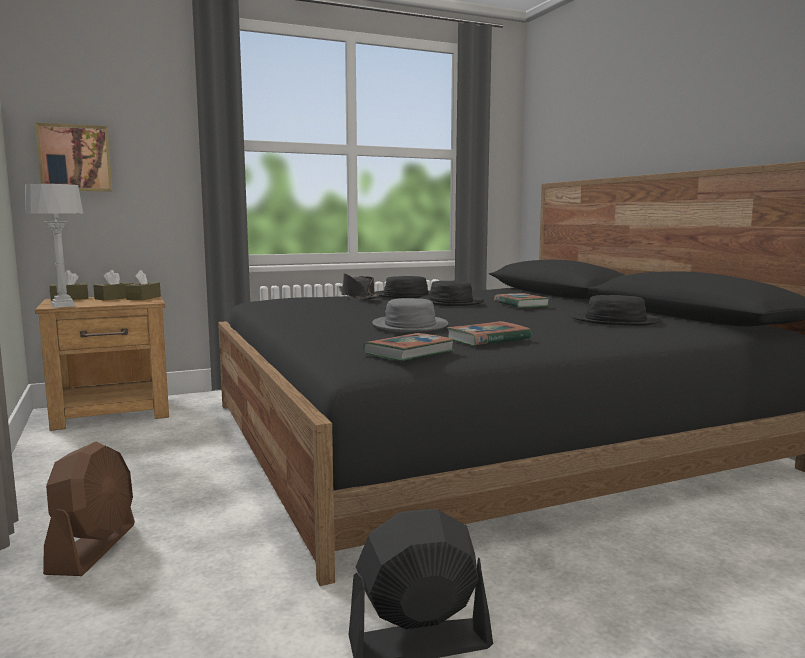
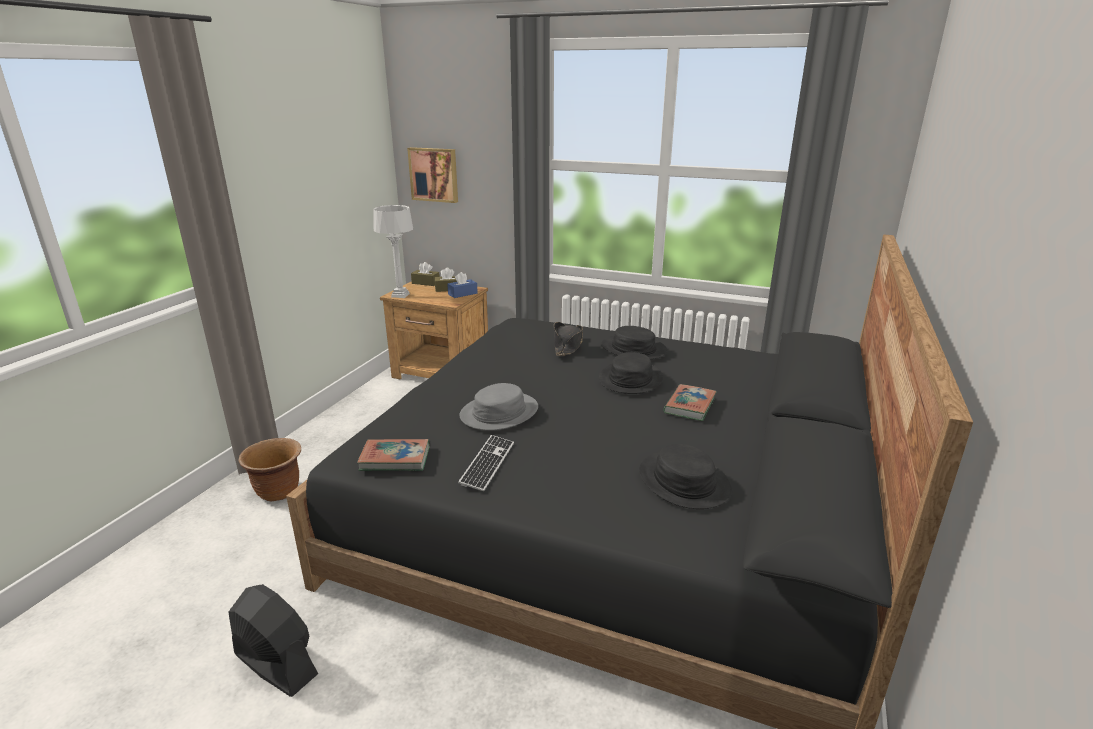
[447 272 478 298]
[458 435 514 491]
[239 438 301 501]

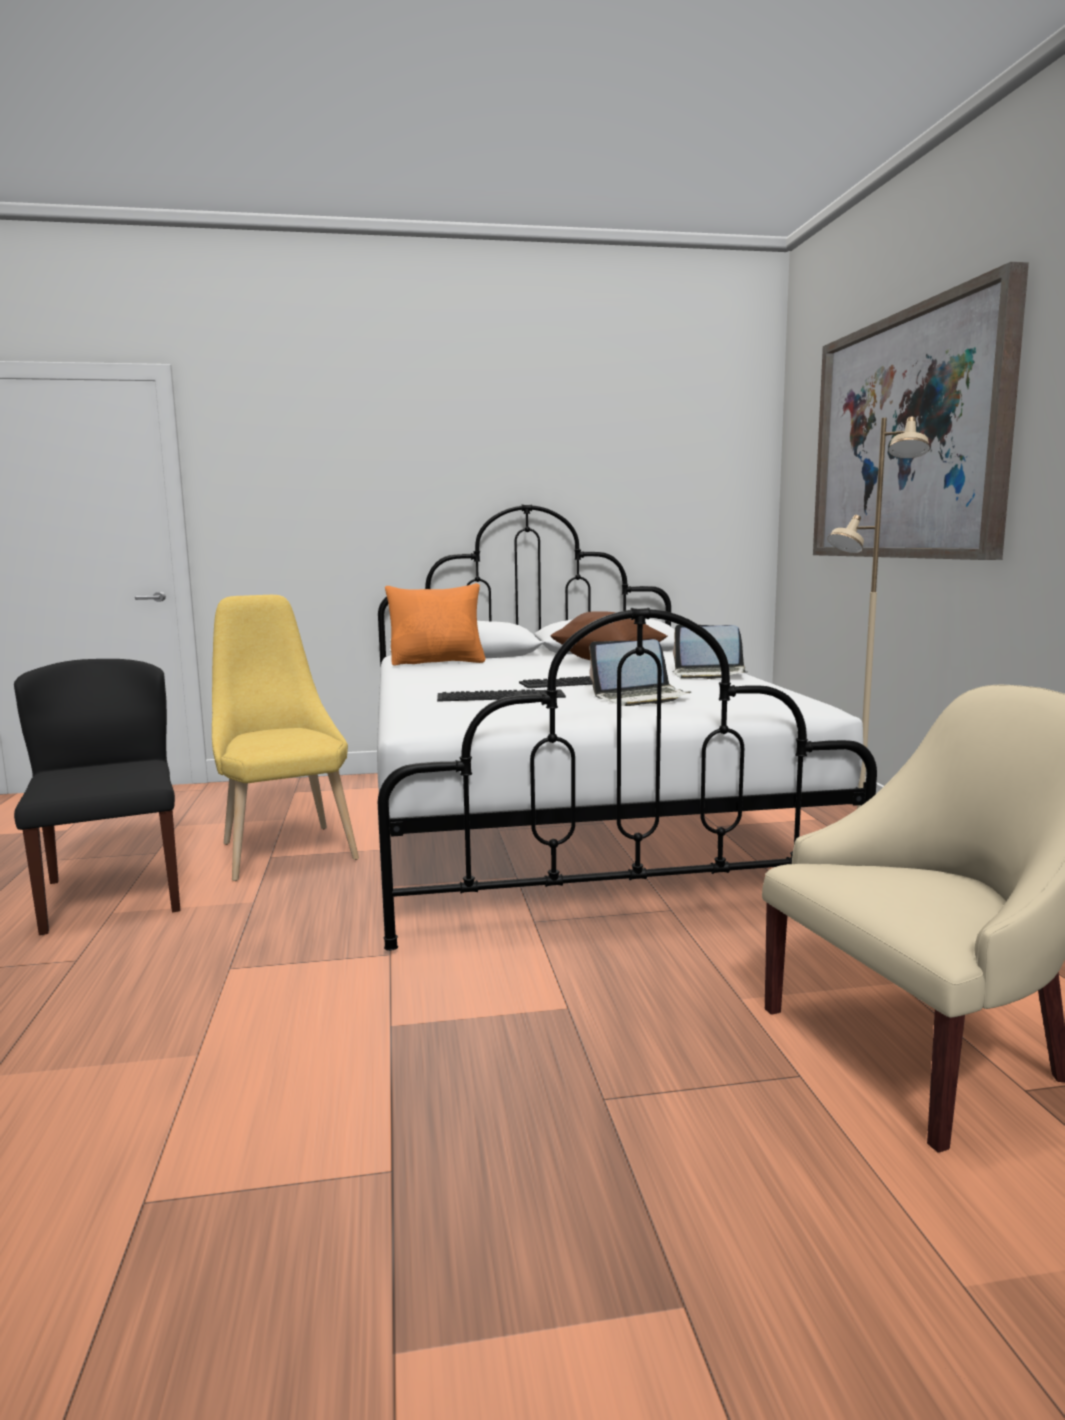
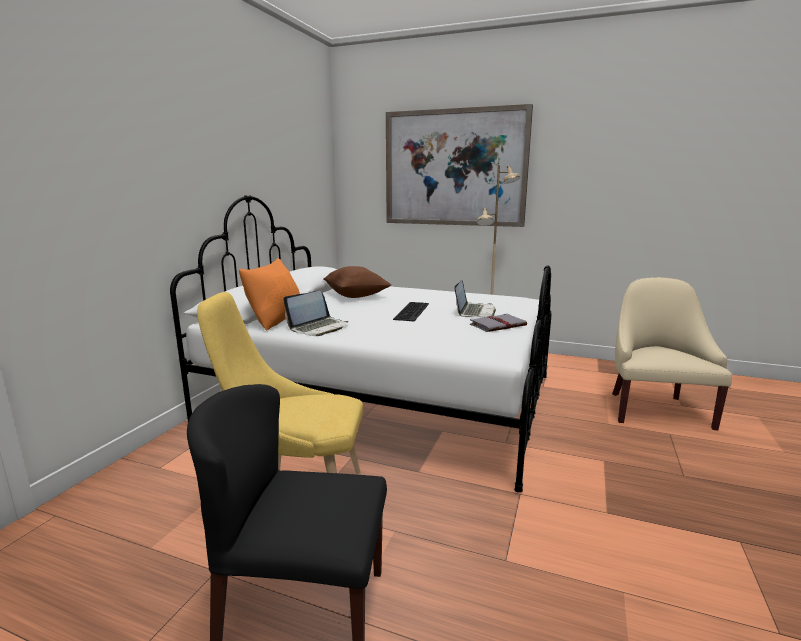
[283 291 348 336]
[437 689 566 702] (first image)
[470 313 527 332]

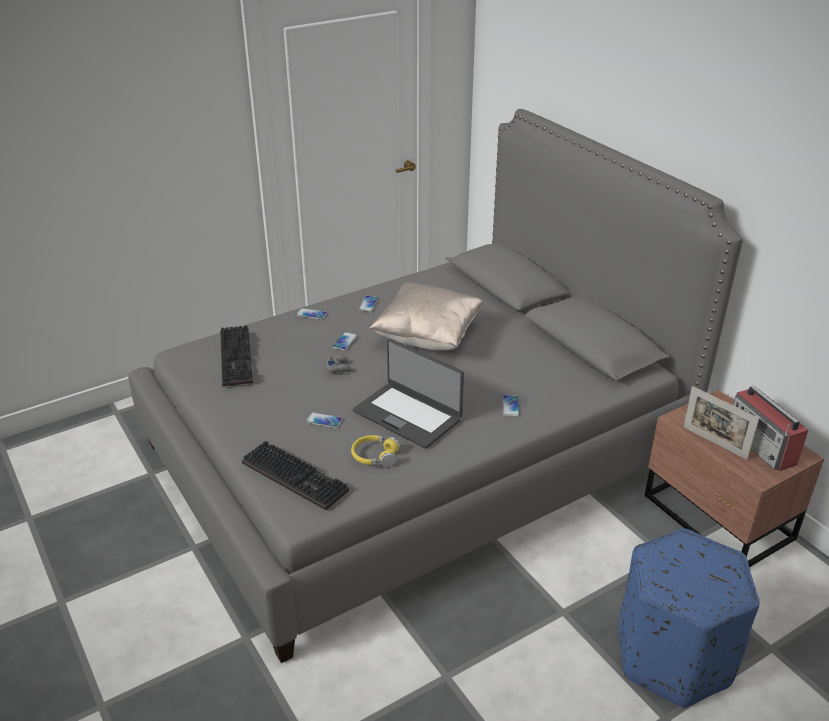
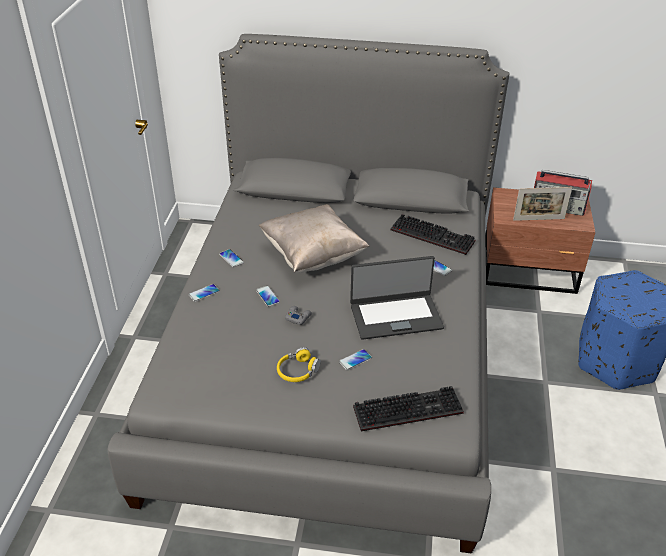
[391 214 475 255]
[277 347 321 382]

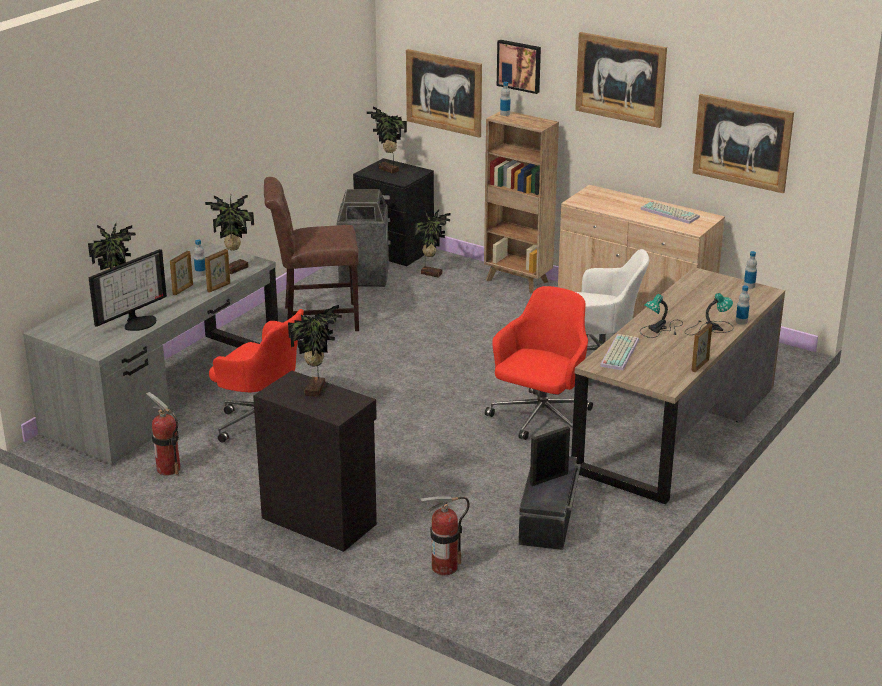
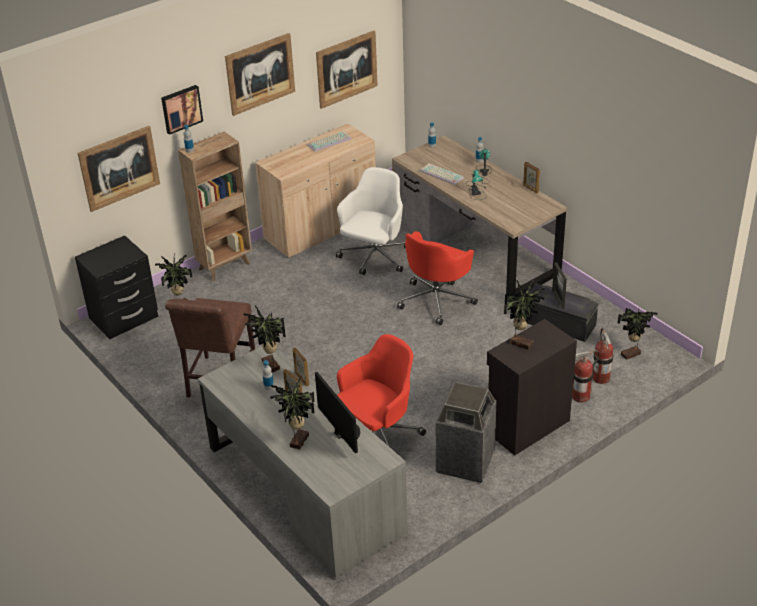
[618 308 657 360]
[435 382 496 483]
[397 231 478 325]
[420 163 464 185]
[572 350 600 403]

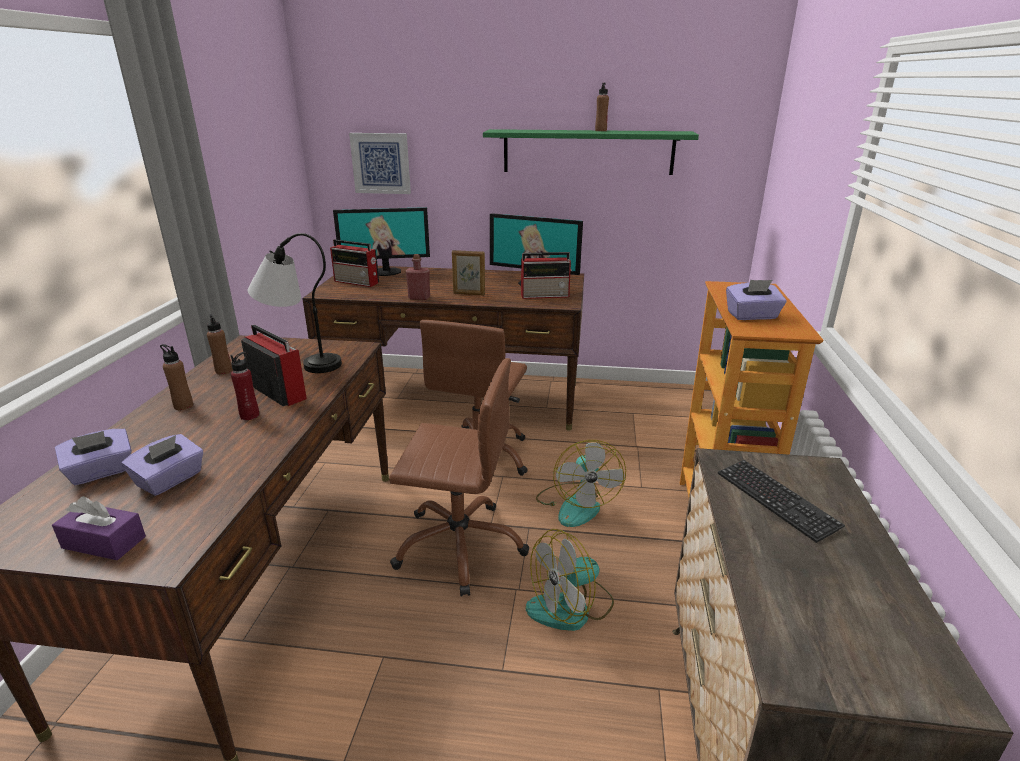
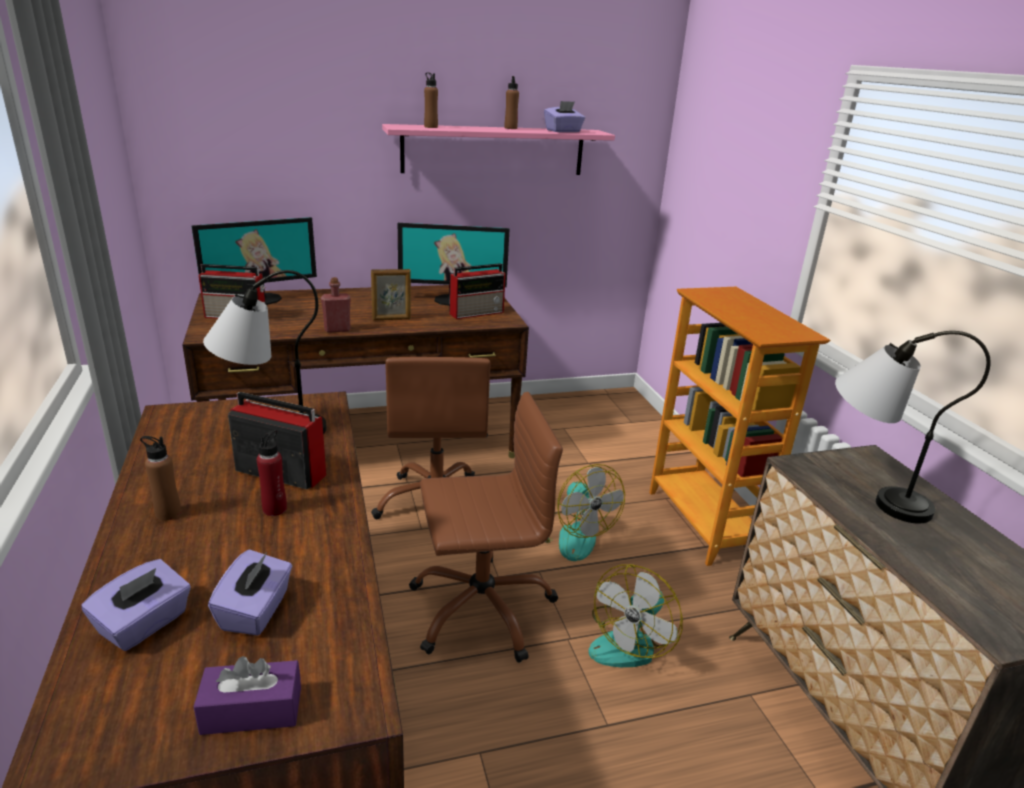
[382 124 615 175]
[349 133 411 194] (first image)
[544 101 585 132]
[424 72 438 128]
[835 331 991 523]

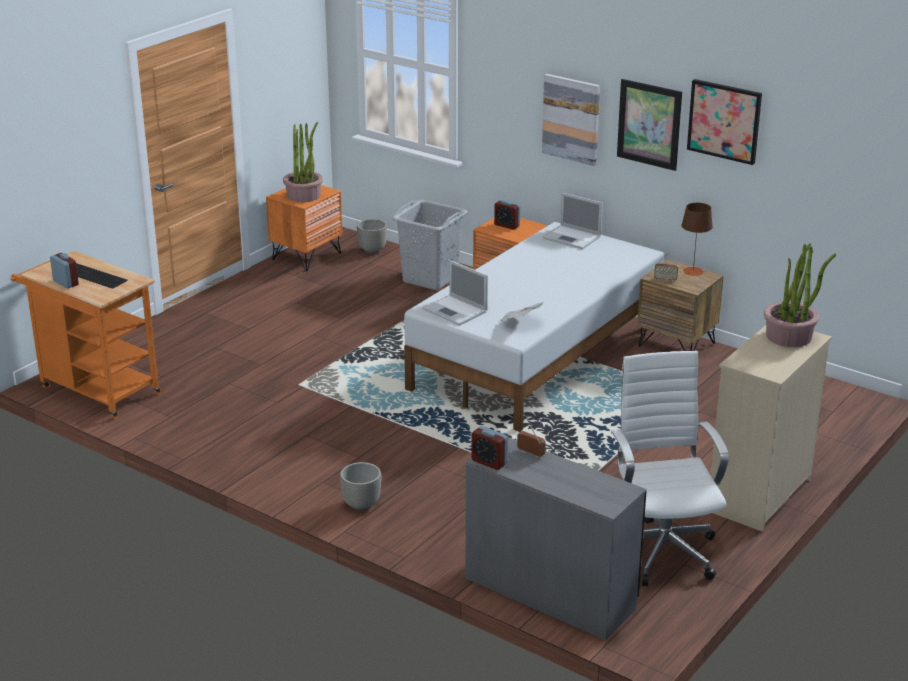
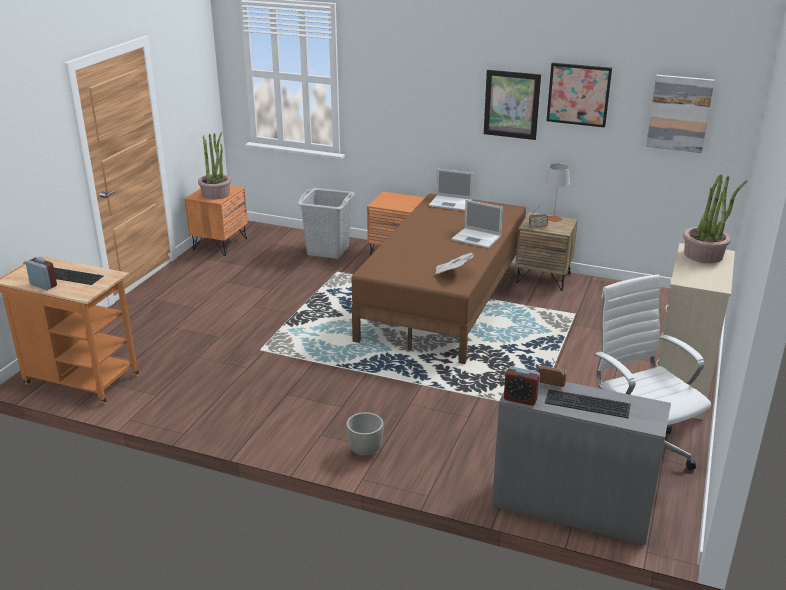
[646 75 715 153]
[494 200 520 230] (first image)
[545 163 570 222]
[357 219 387 253] (first image)
[352 193 526 364]
[451 200 503 248]
[545 389 631 419]

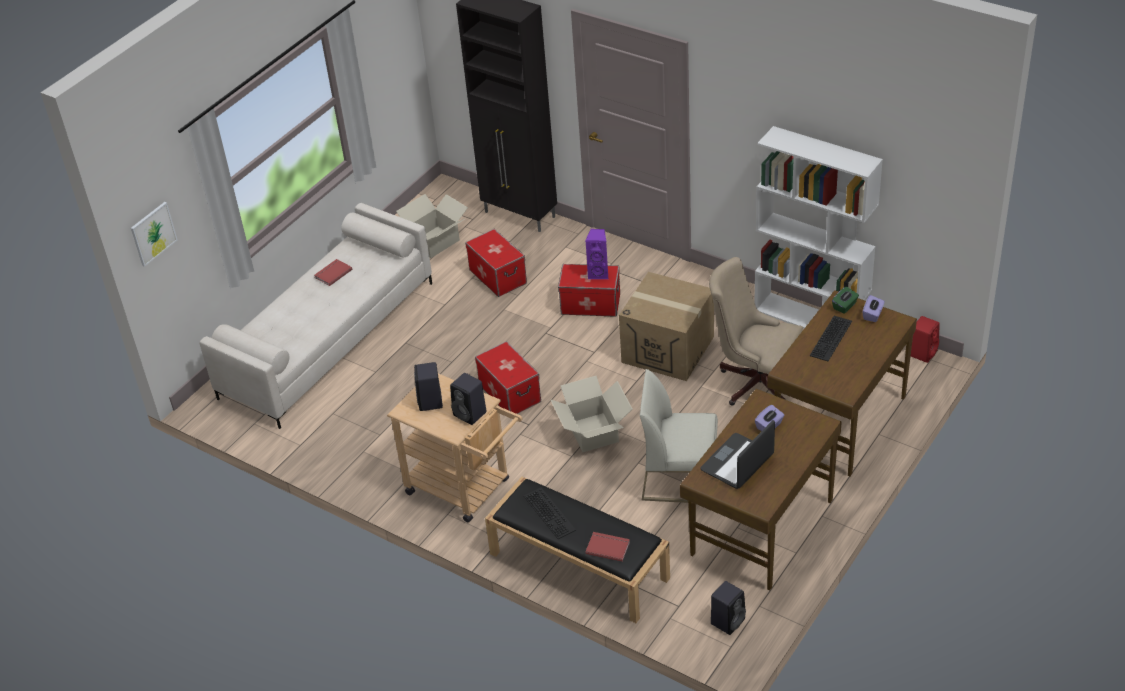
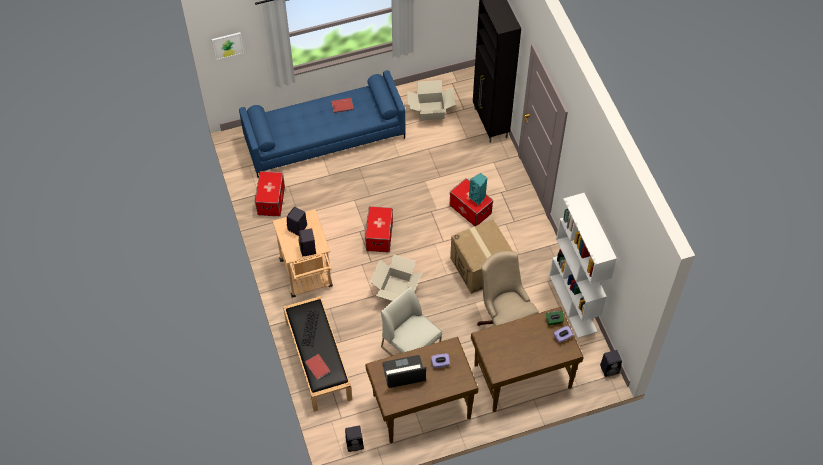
[239 70 406 178]
[255 171 285 216]
[469 173 487 205]
[810 316 852 361] (first image)
[600 350 622 377]

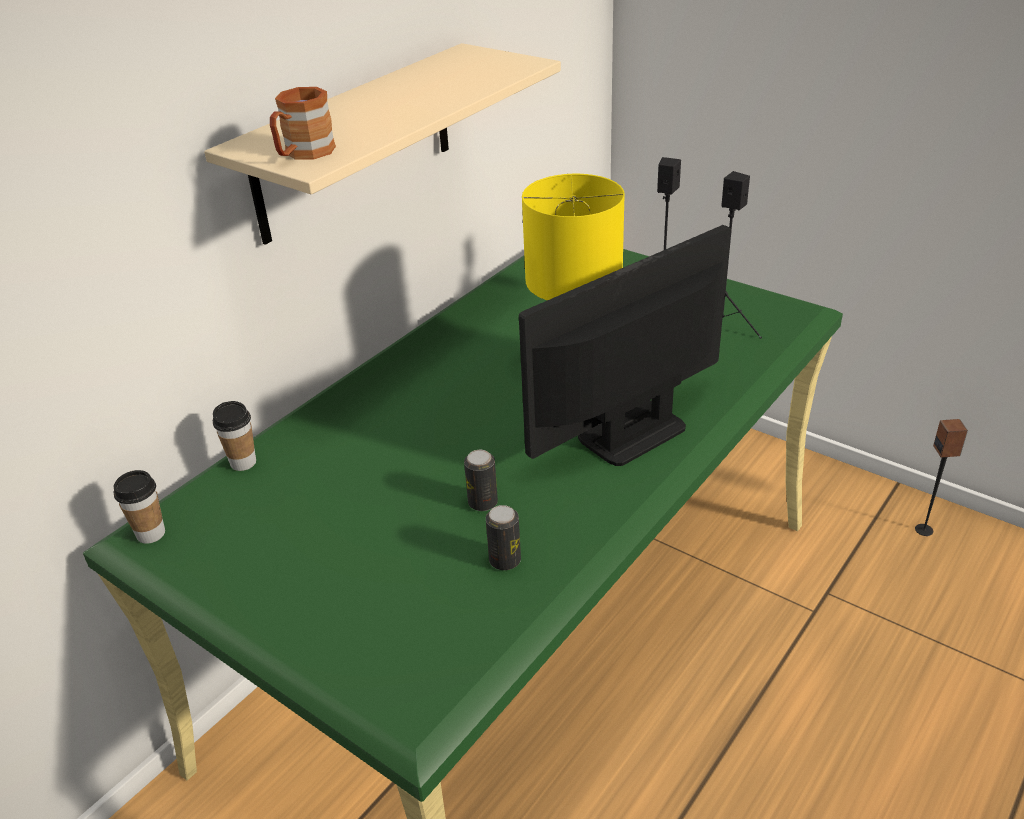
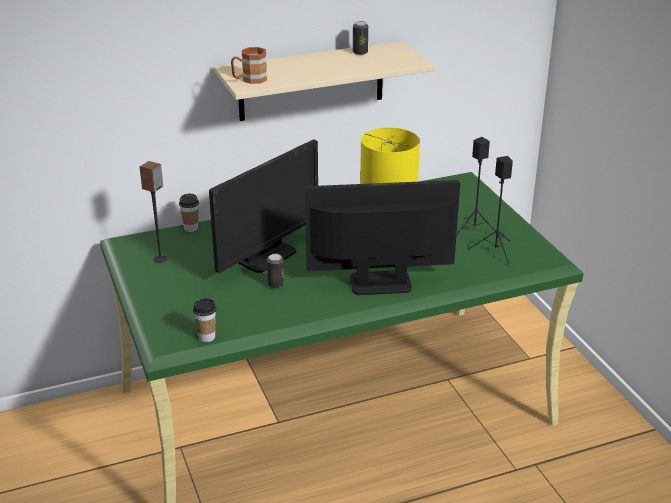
[140 161 167 263]
[193 298 217 342]
[353 21 368 55]
[209 139 318 273]

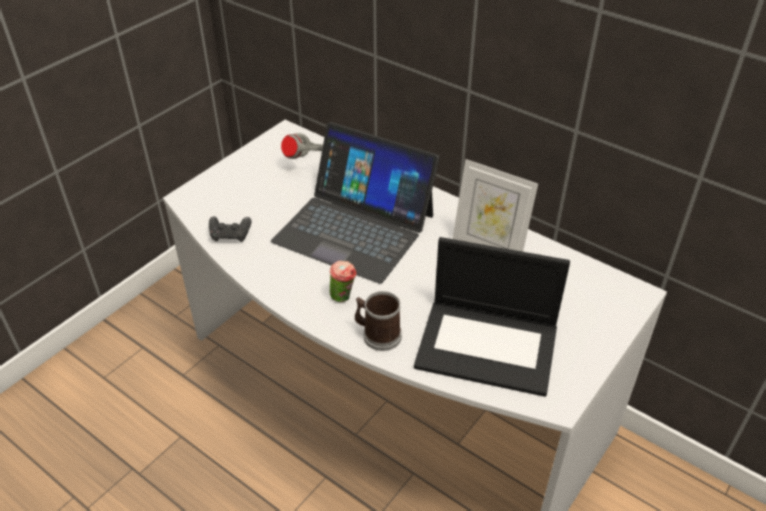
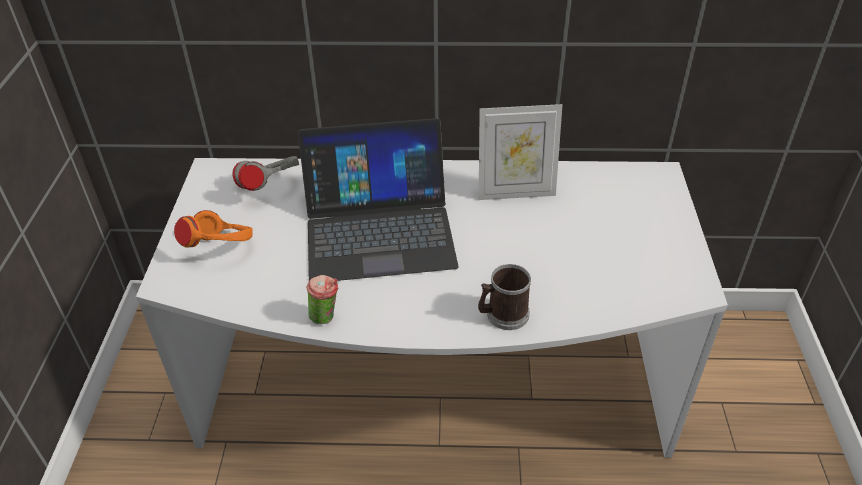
[209 216 251 242] (first image)
[414 237 570 397] (first image)
[306 275 338 324]
[174 210 252 248]

